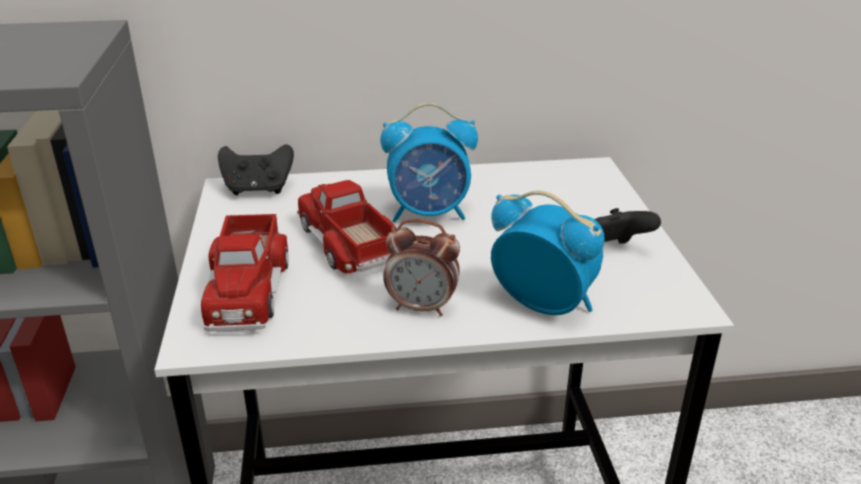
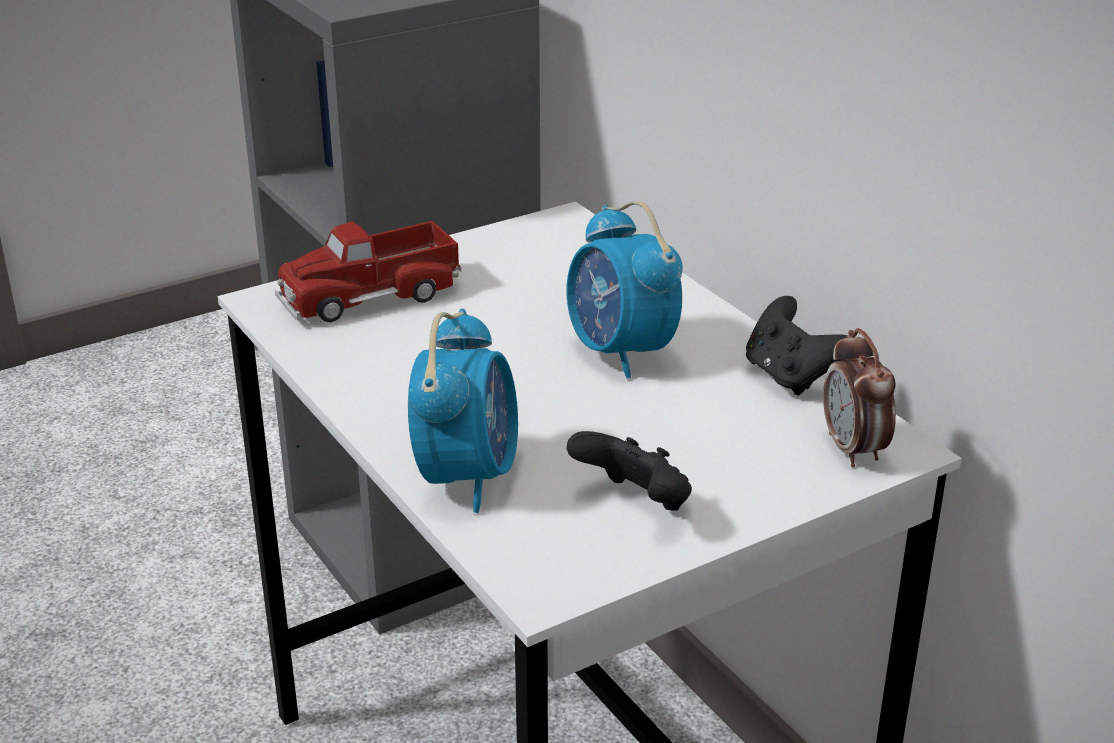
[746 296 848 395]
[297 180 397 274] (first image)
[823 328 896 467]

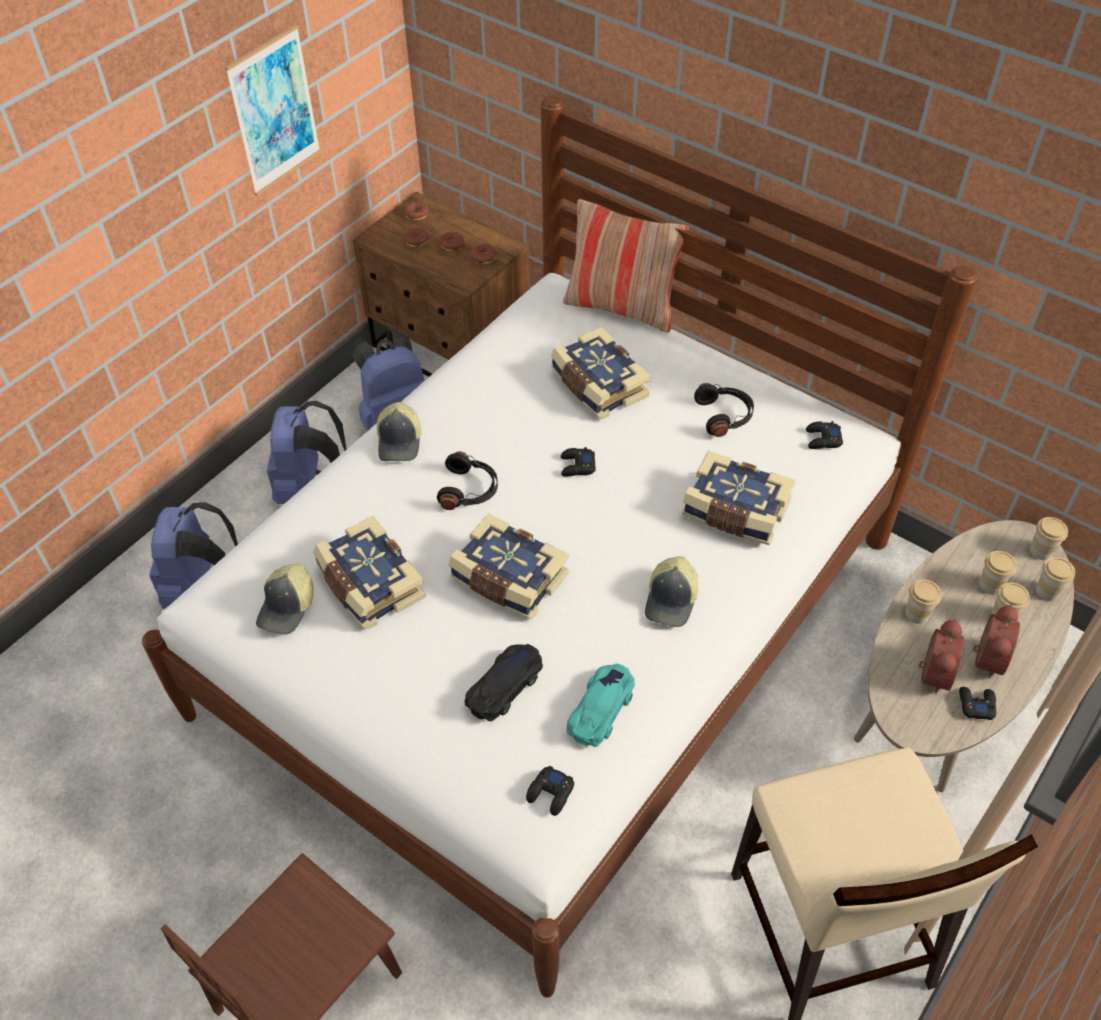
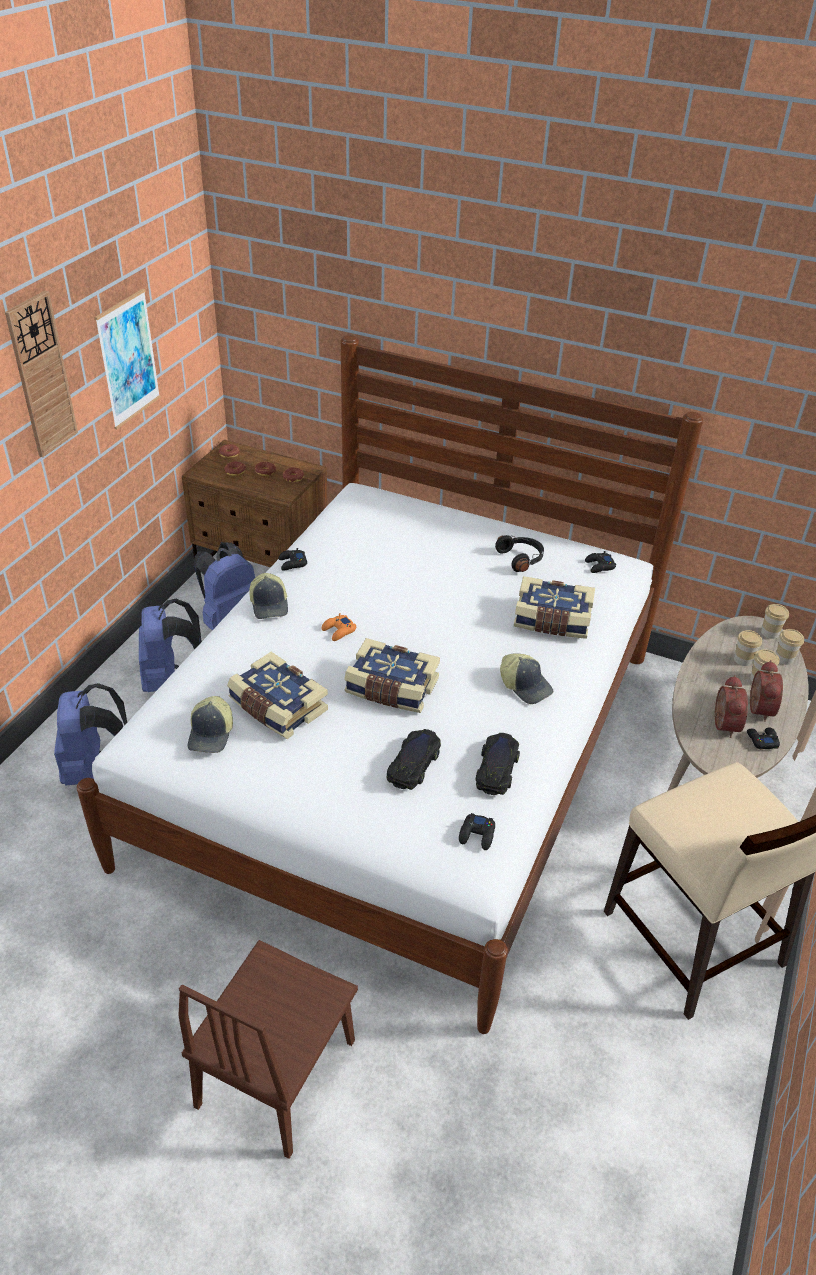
[563 199 689 332] (first image)
[551 327 651 420] (first image)
[278 548 307 571]
[322 613 356 641]
[500 653 554 704]
[905 580 942 624] (first image)
[476 733 520 795]
[5 291 78 457]

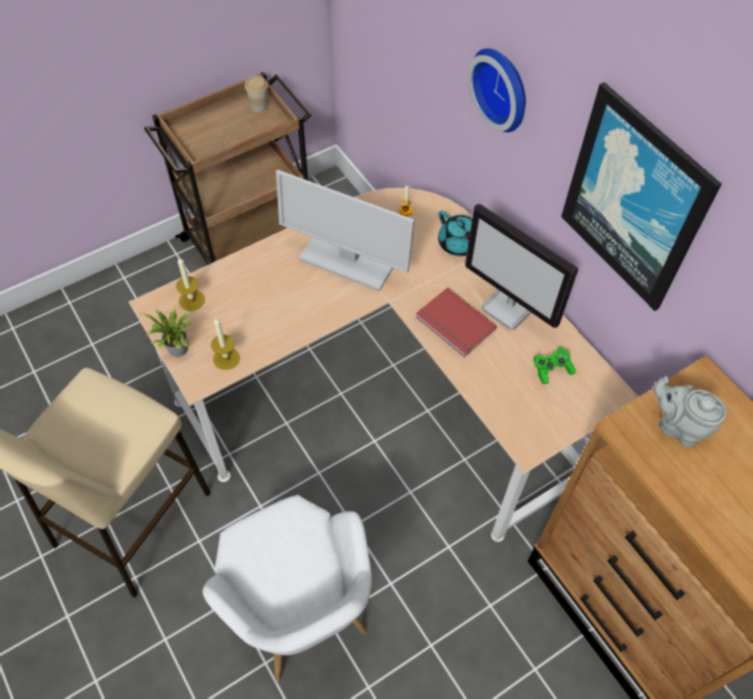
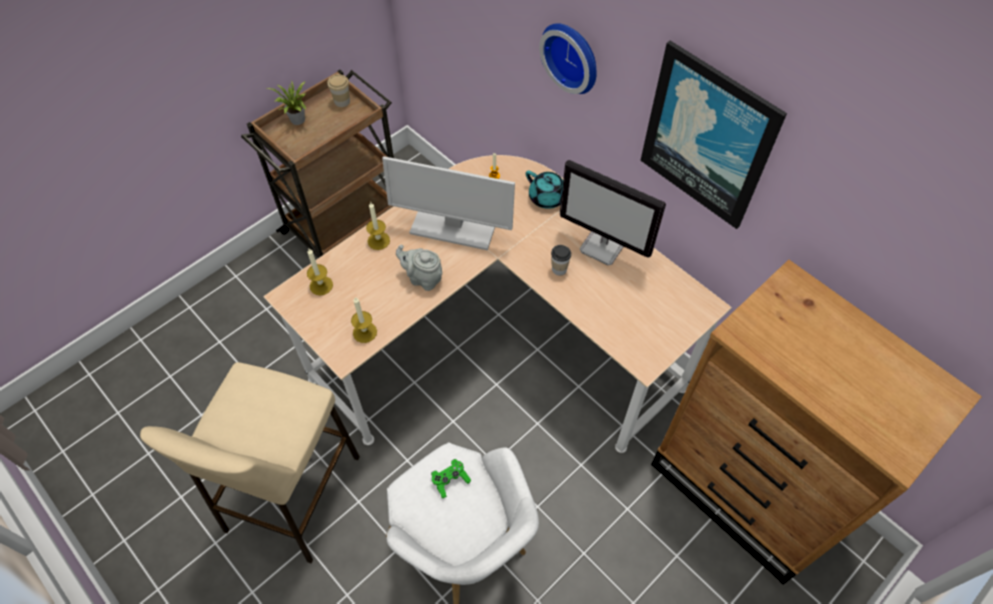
[551 245 571 276]
[267 80 307 125]
[431 459 471 498]
[396 244 442 291]
[366 202 390 250]

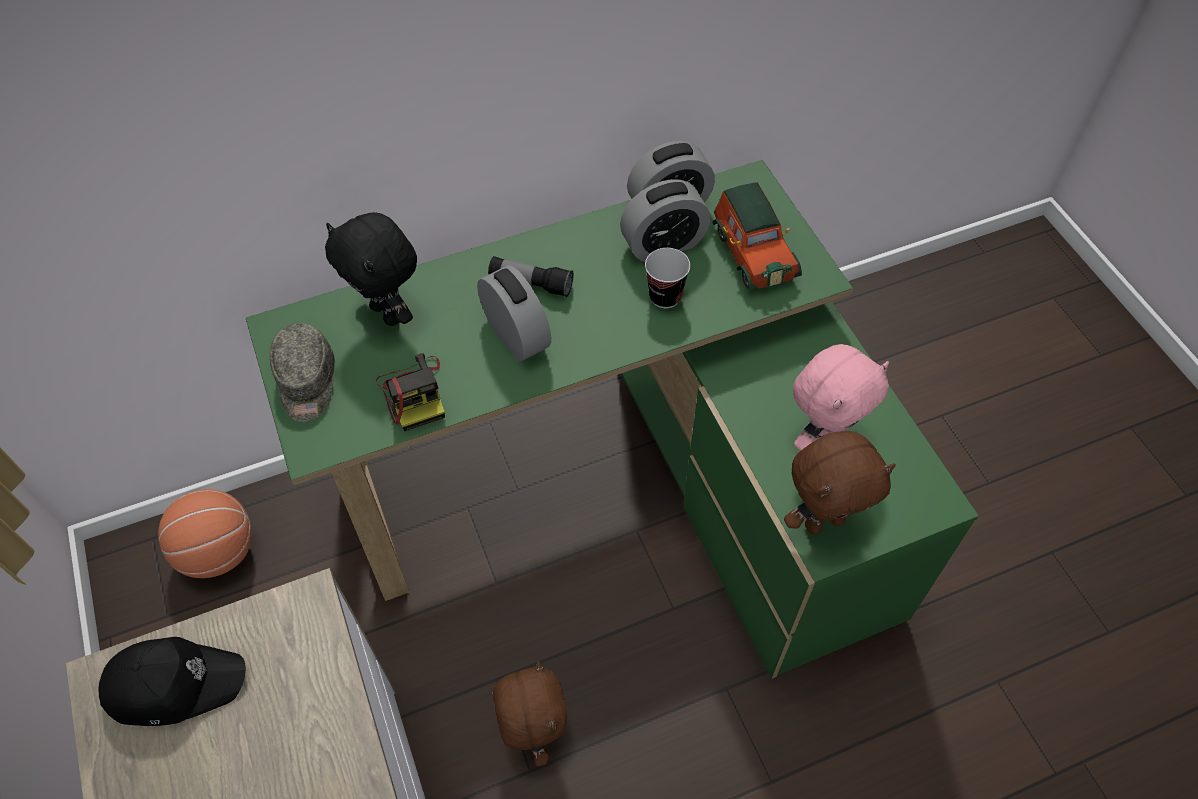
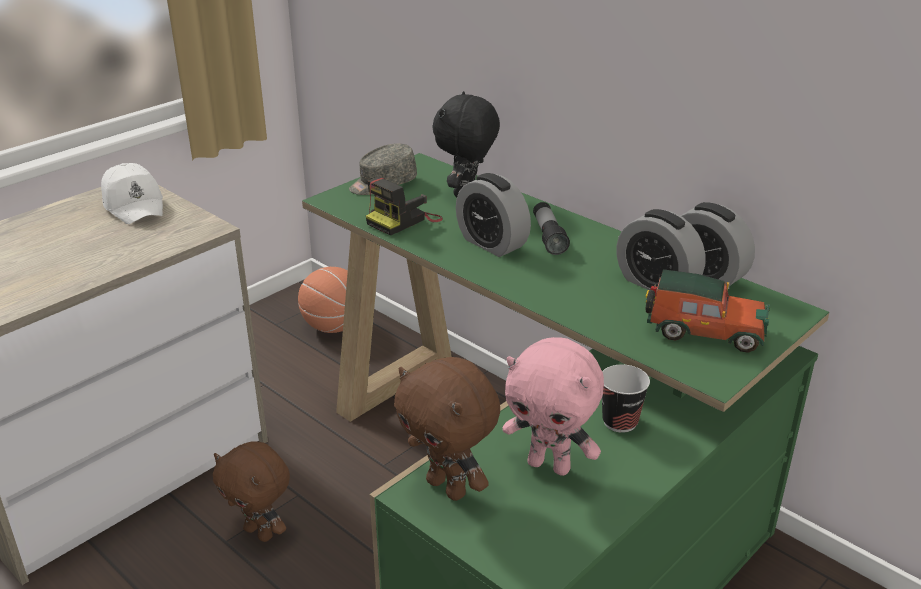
[645 269 770 353]
[602 364 650 433]
[456 173 531 257]
[101 163 163 224]
[213 441 290 542]

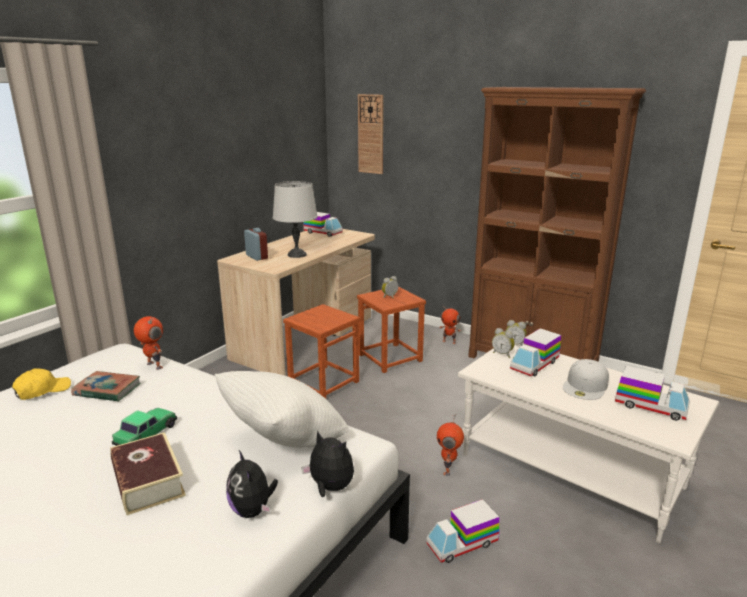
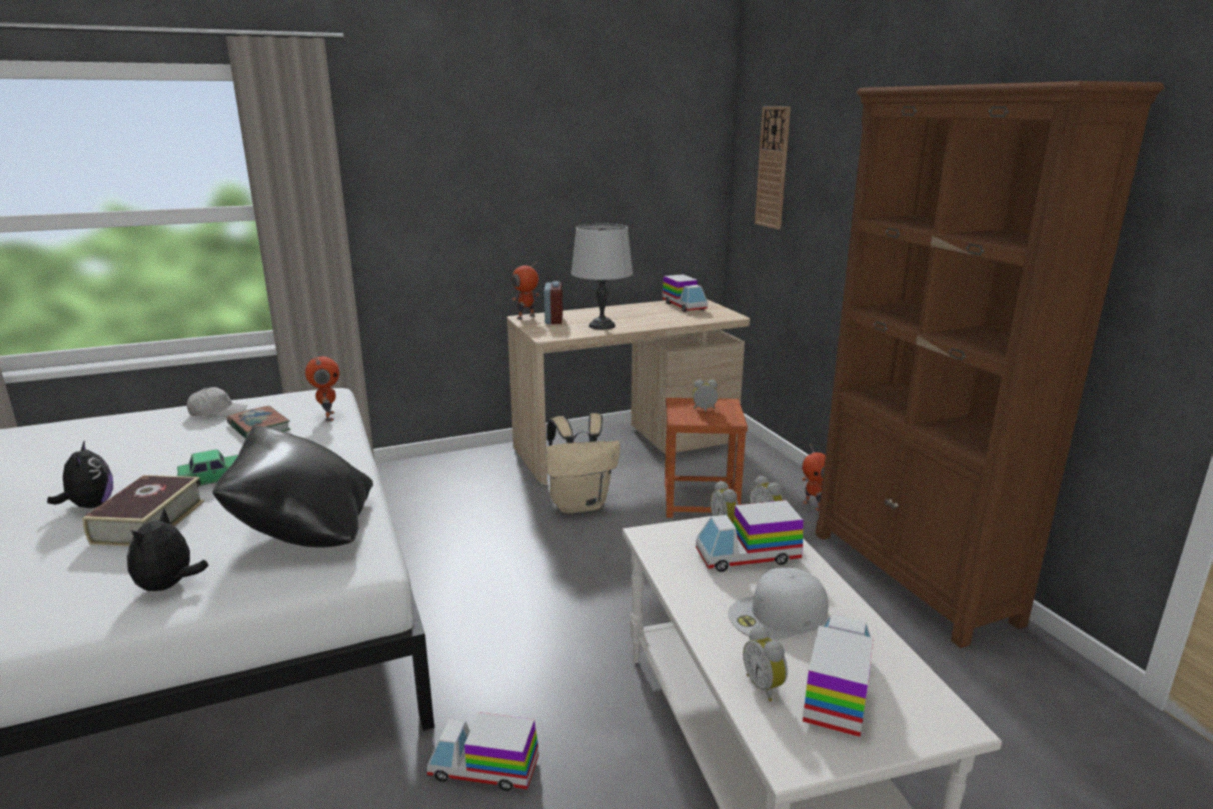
[546 413 620 514]
[802 614 874 737]
[187 387 247 417]
[213 425 373 547]
[511 261 540 320]
[47 440 113 508]
[743 626 788 702]

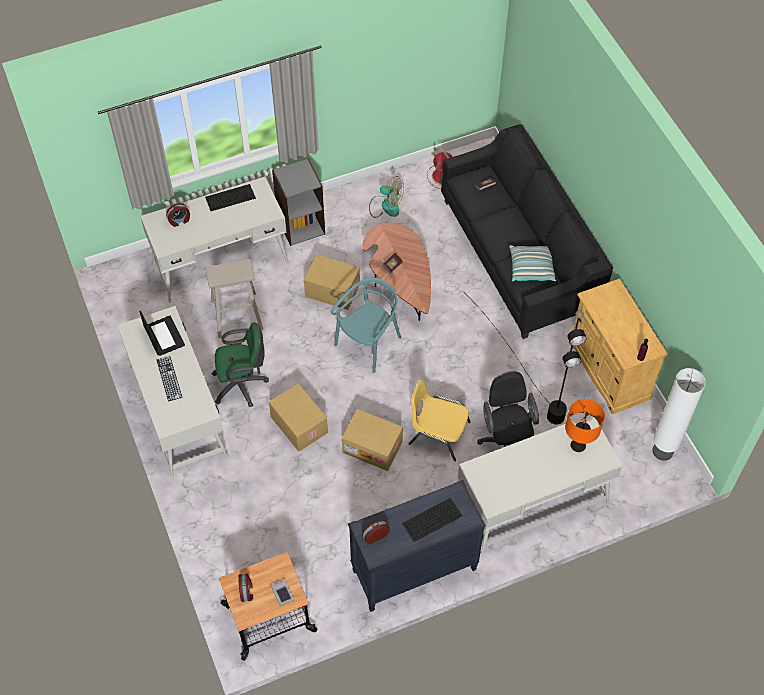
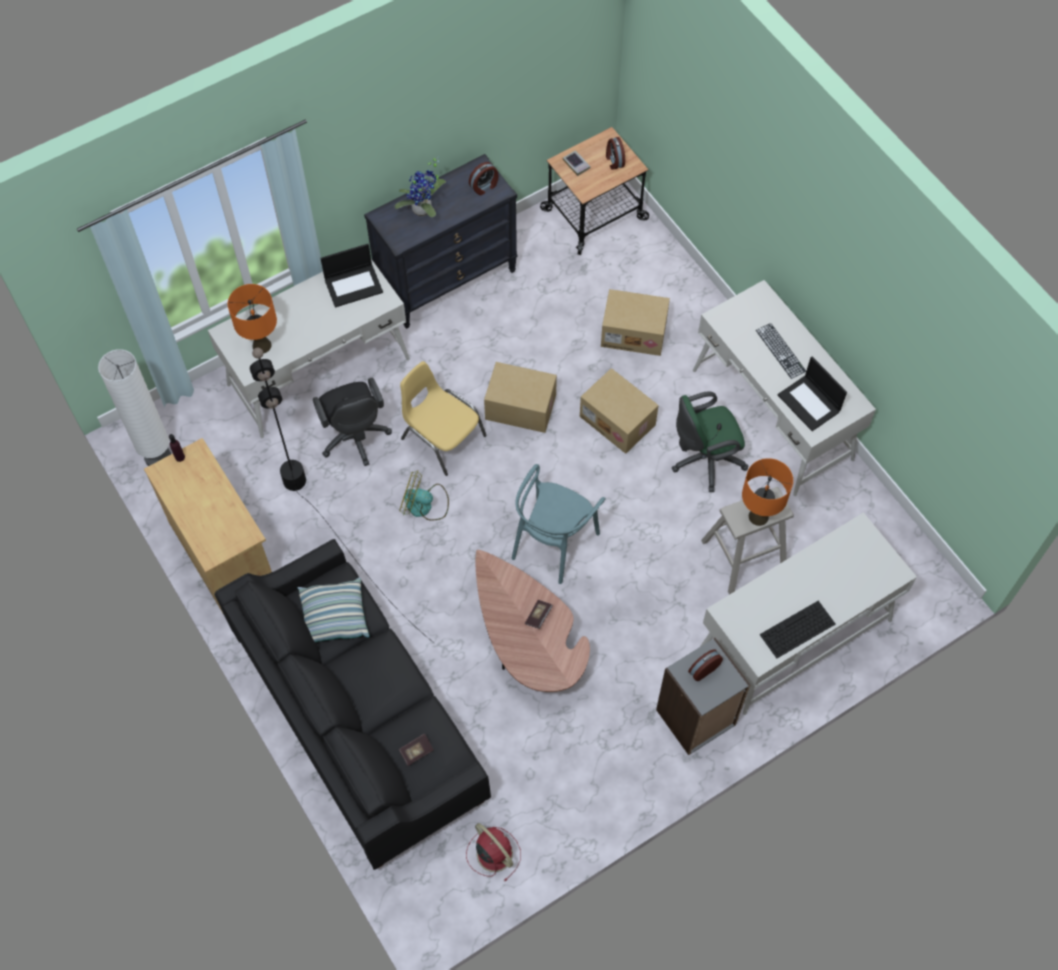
[399 471 449 521]
[688 650 723 681]
[601 289 670 356]
[400 361 487 476]
[394 156 446 217]
[320 244 383 307]
[742 458 793 526]

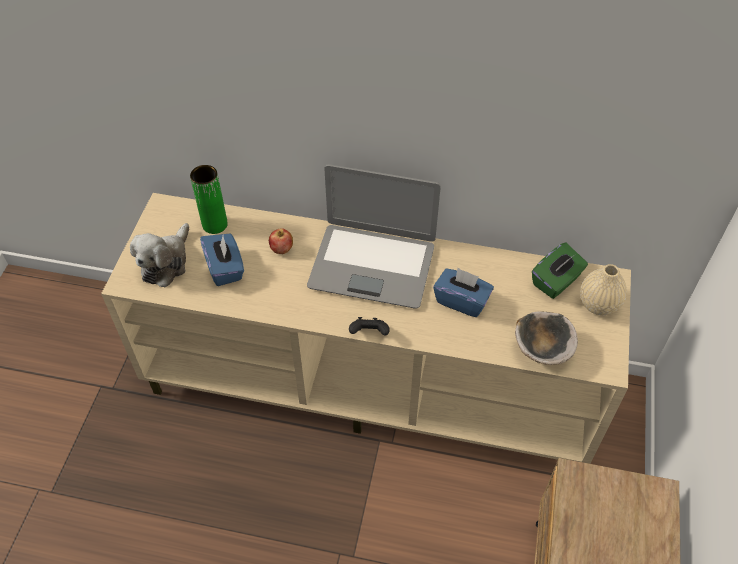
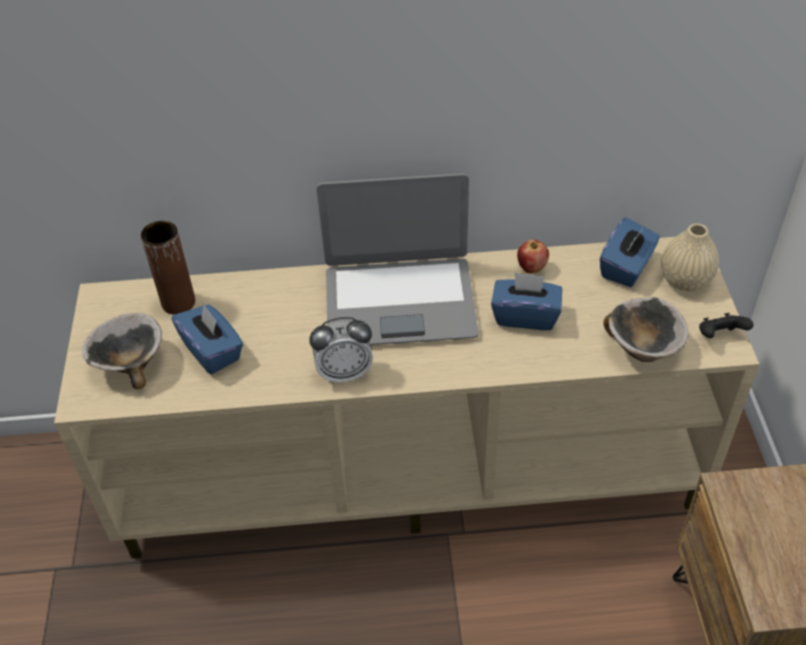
[141 221 195 315]
[82 313 162 389]
[517 240 549 273]
[600 217 660 287]
[699 313 753 338]
[309 317 373 383]

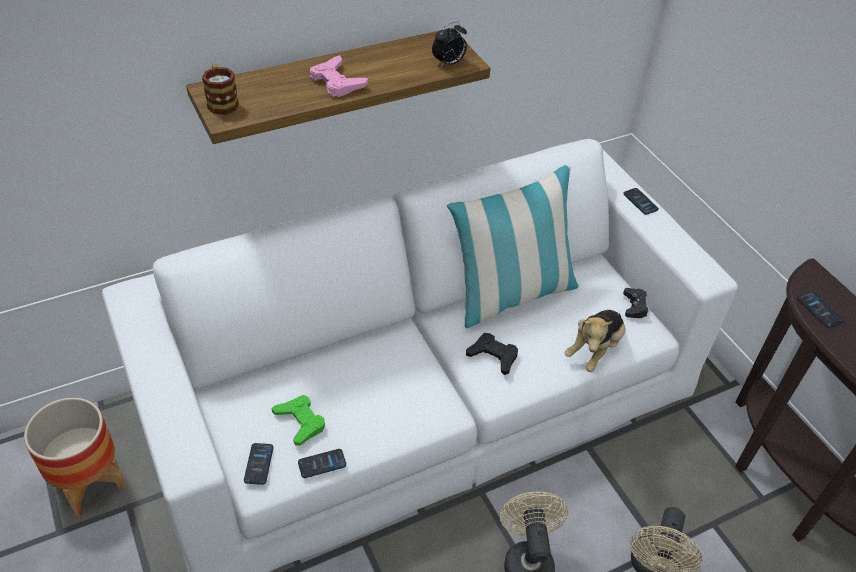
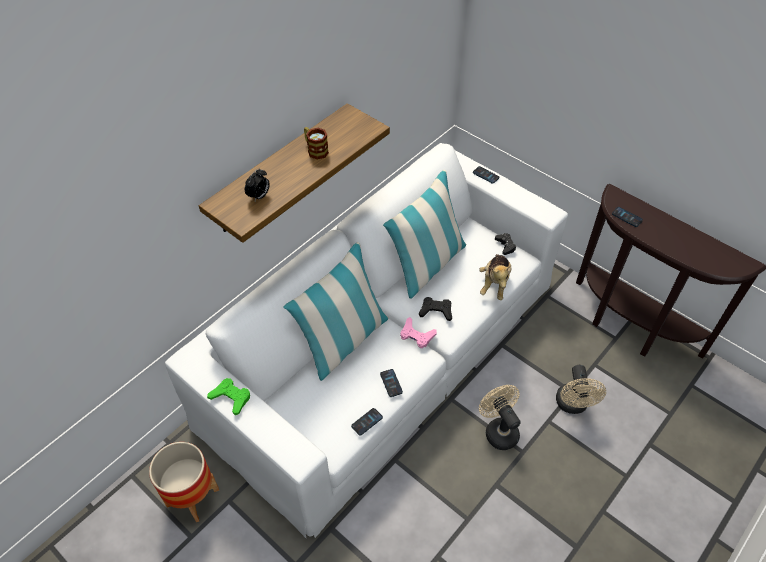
[245 169 270 201]
[400 317 437 348]
[304 127 329 160]
[207 378 250 415]
[380 369 403 397]
[283 242 389 381]

